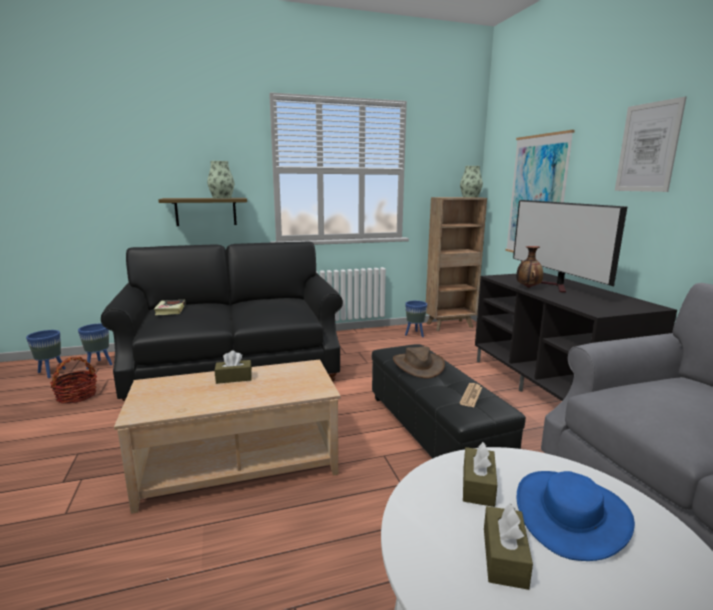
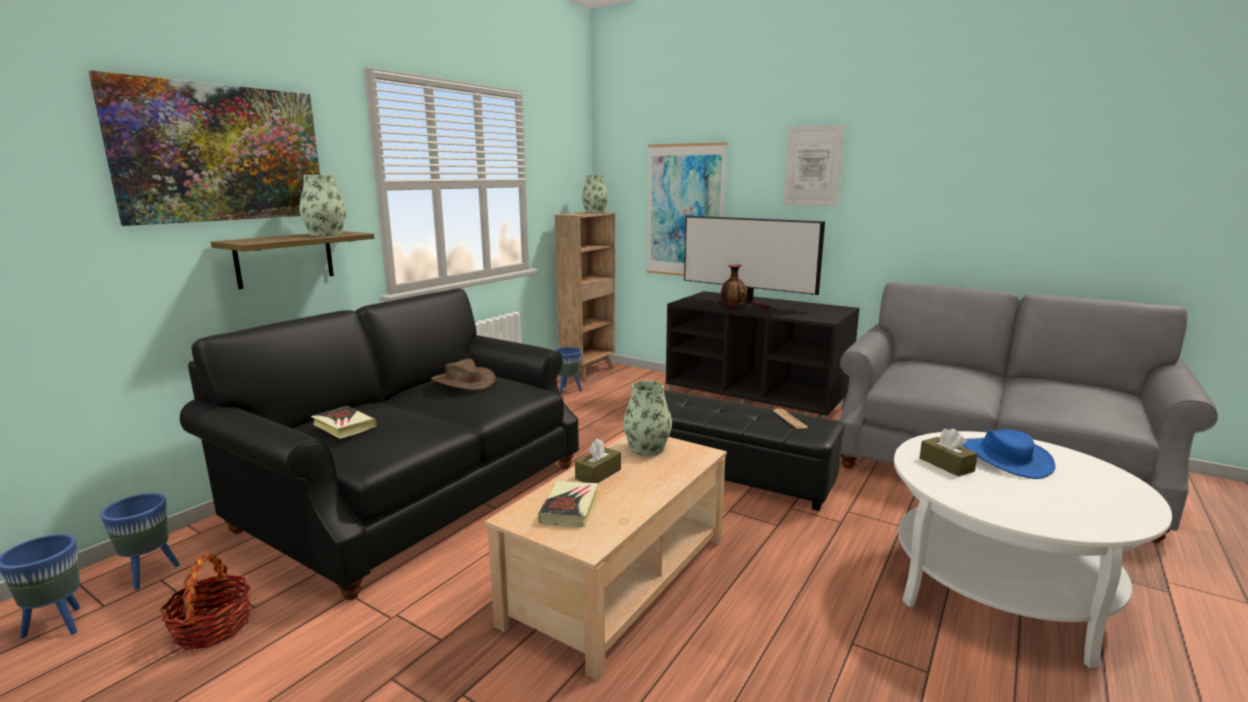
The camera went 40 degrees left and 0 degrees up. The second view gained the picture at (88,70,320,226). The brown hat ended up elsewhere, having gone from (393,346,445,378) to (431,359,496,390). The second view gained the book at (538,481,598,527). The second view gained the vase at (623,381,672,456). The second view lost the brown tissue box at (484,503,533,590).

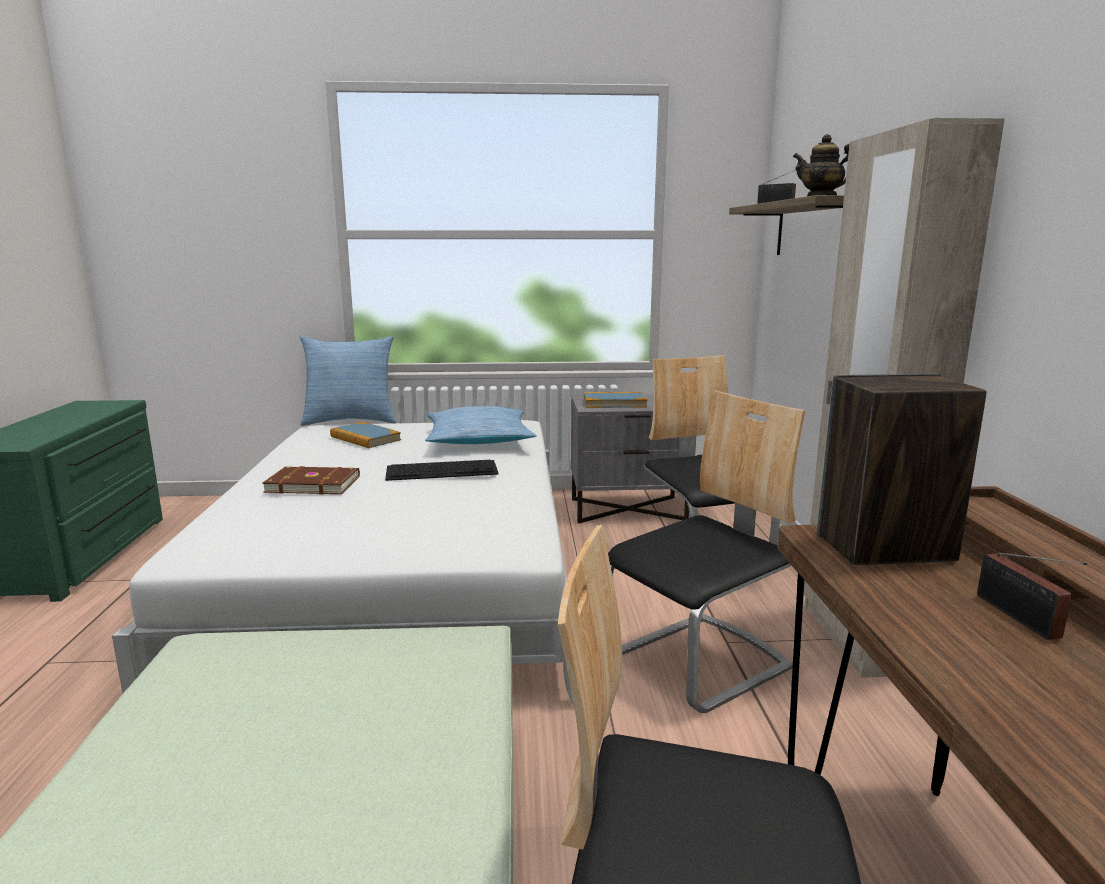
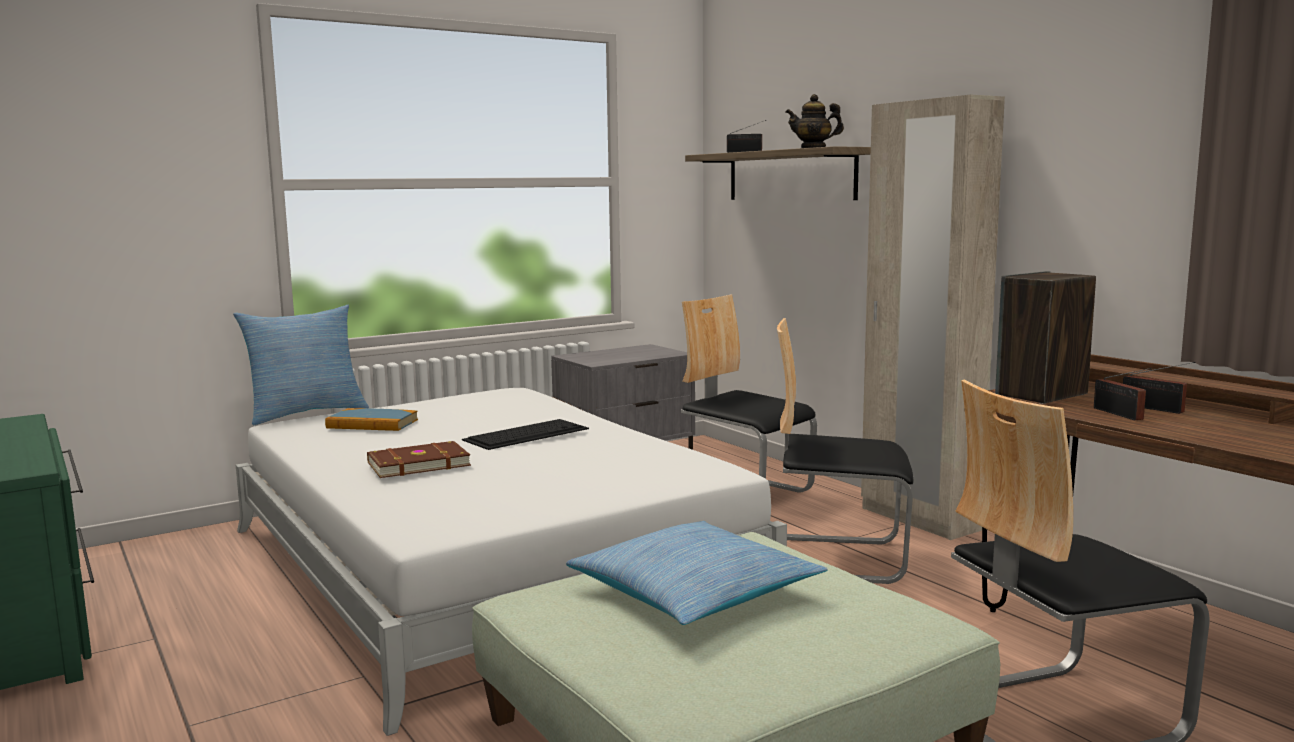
The camera went 30 degrees left and 5 degrees down. The pillow ended up elsewhere, having gone from (425,406,537,444) to (566,521,828,625). The chair at (608,391,806,713) ended up facing another way, 105 degrees counterclockwise from before. The second view gained the radio at (1094,368,1152,420). The second view lost the book at (584,392,647,408).

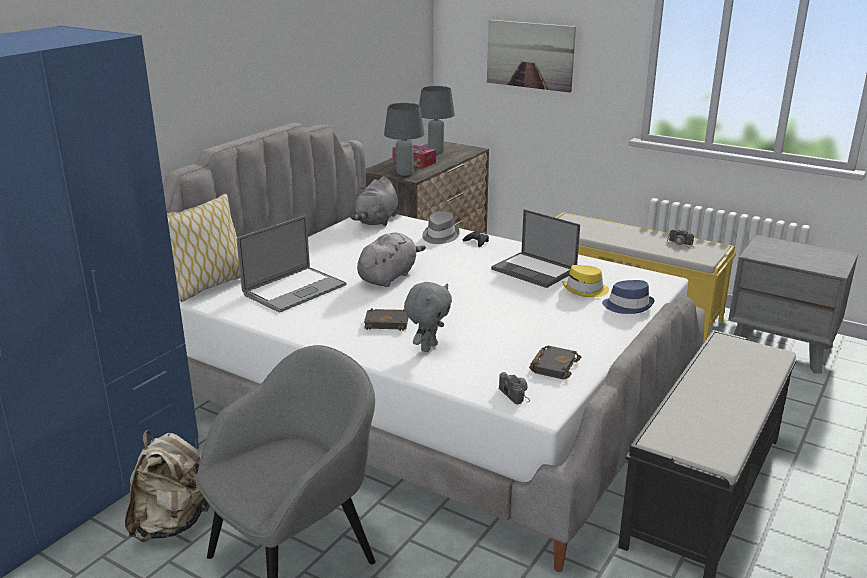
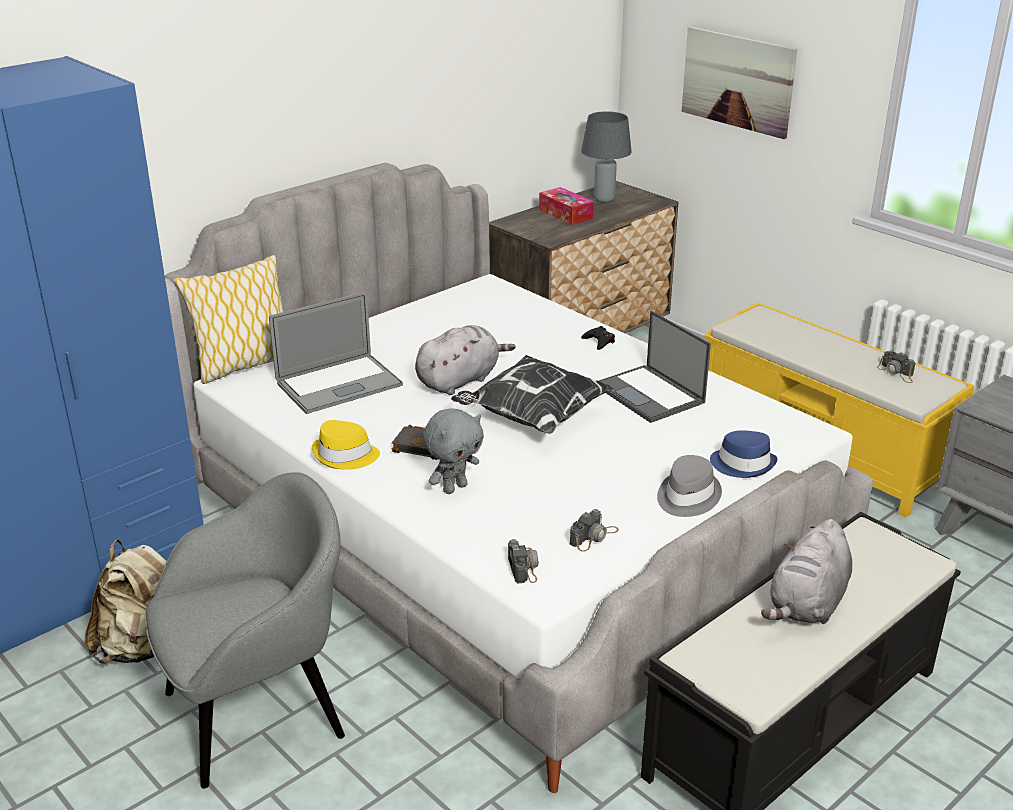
The camera went 15 degrees right and 5 degrees up. The yellow hat ended up elsewhere, having gone from (562,265,609,297) to (312,420,380,469). The second view gained the pillow at (451,355,614,434). Where the black book stood at (529,345,581,380), the photo camera came to stand at (570,509,619,552). The grey hat ended up elsewhere, having gone from (422,211,460,244) to (657,455,722,517). The grey plush toy ended up elsewhere, having gone from (350,176,398,226) to (761,519,852,624). The second view lost the grey table lamp at (384,103,425,176).

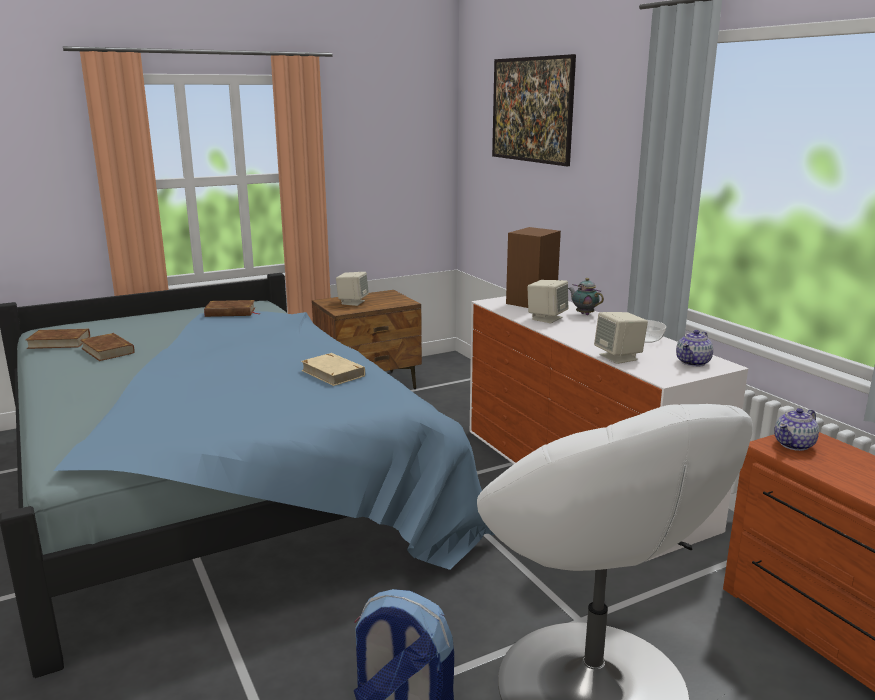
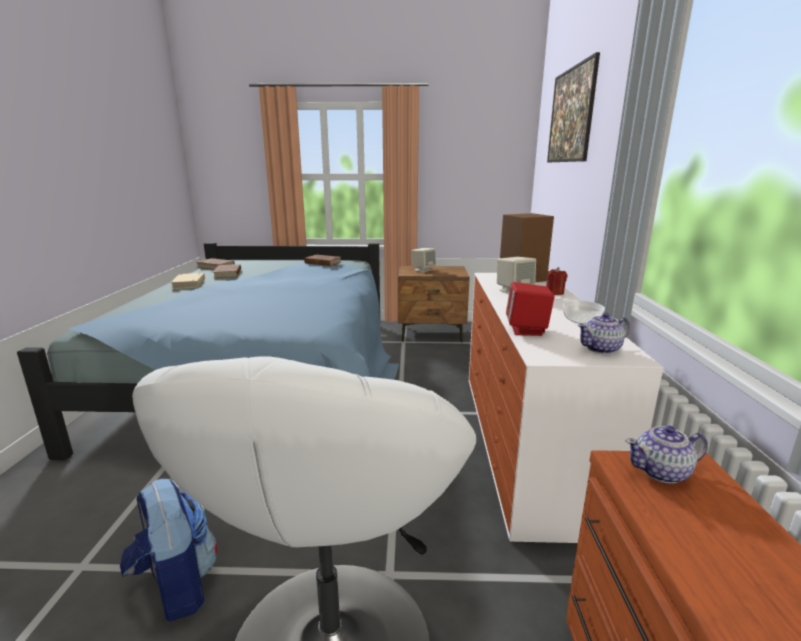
The camera went 30 degrees right and 0 degrees up. The beige book ended up elsewhere, having gone from (301,353,365,386) to (170,273,205,289). What was the beige speaker at (594,312,648,364) turned into the red speaker at (506,282,554,336). Where the teapot stood at (568,278,604,315), the red candle came to stand at (546,267,567,295).

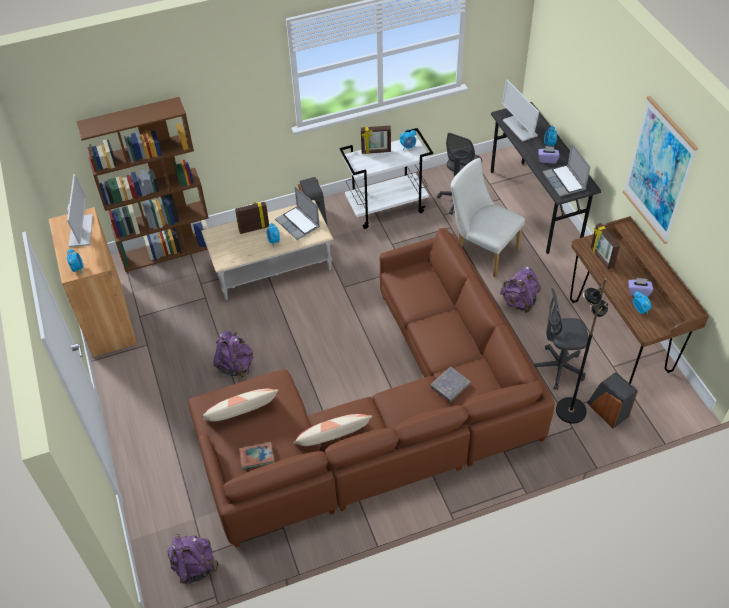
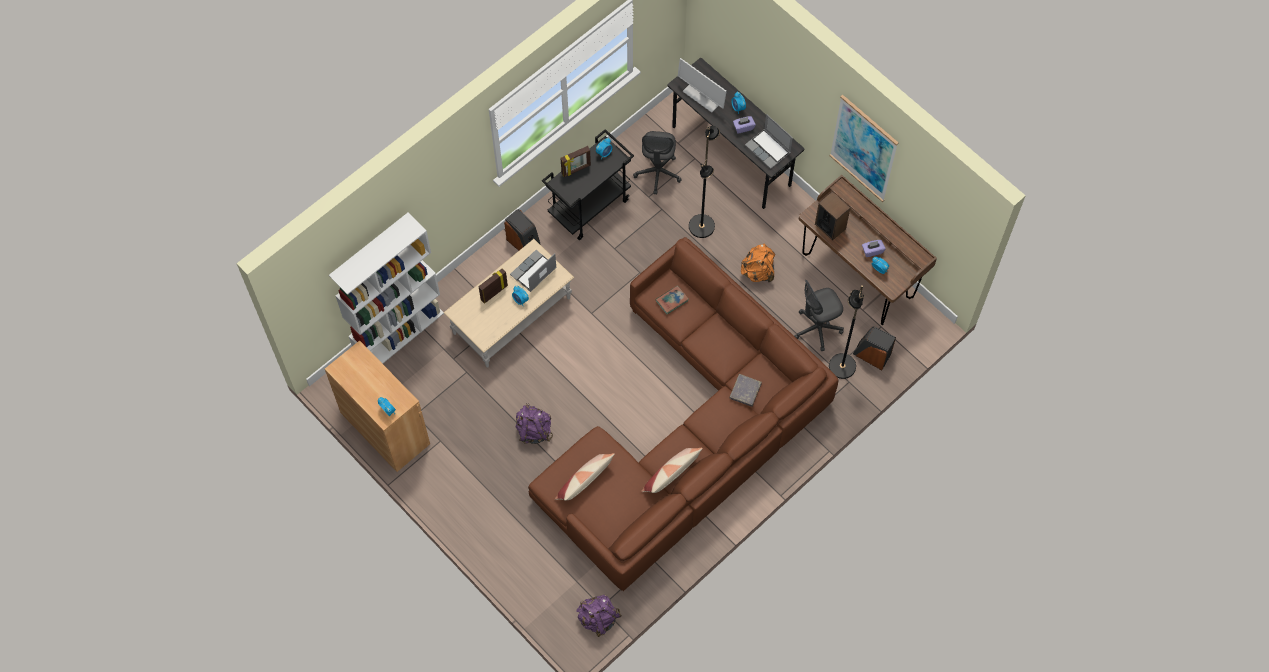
The camera went 25 degrees left and 15 degrees up. What was the brown bookcase at (76,97,209,272) turned into the white bookcase at (329,213,444,364). The laptop at (275,186,320,240) ended up facing another way, 105 degrees clockwise from before. What was the white cart at (340,128,433,229) turned into the black cart at (542,129,634,240). The book ended up elsewhere, having gone from (239,442,275,470) to (655,285,689,314). Where the white chair stood at (451,158,525,277), the black floor lamp came to stand at (689,126,720,238). What was the purple backpack at (500,267,541,313) turned into the orange backpack at (741,244,775,282). Where the picture frame stood at (590,223,620,270), the speaker came to stand at (815,191,850,240). The second view lost the monitor at (67,174,93,247).

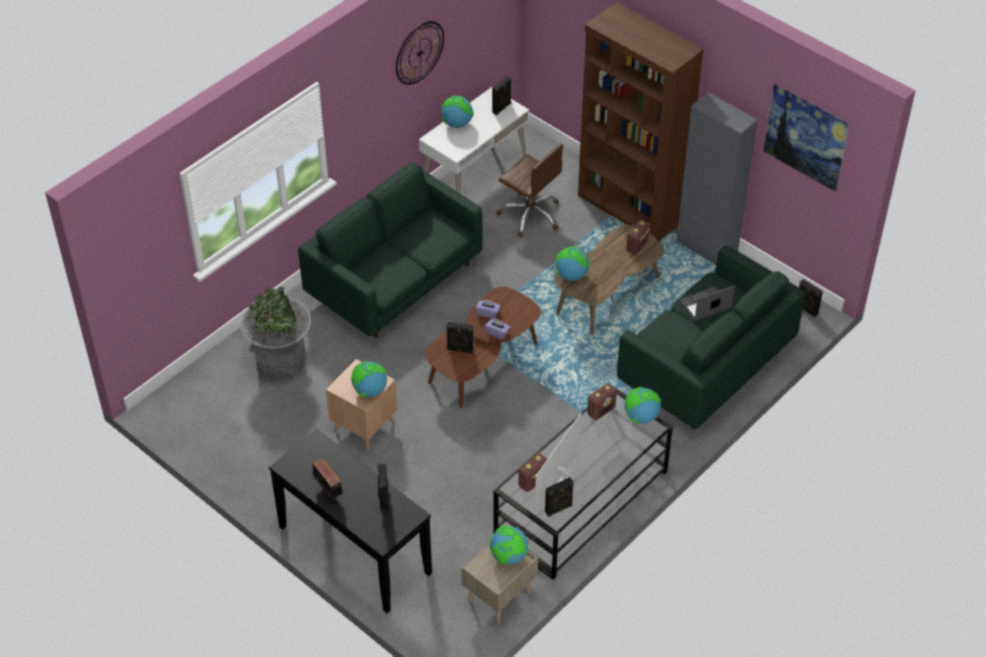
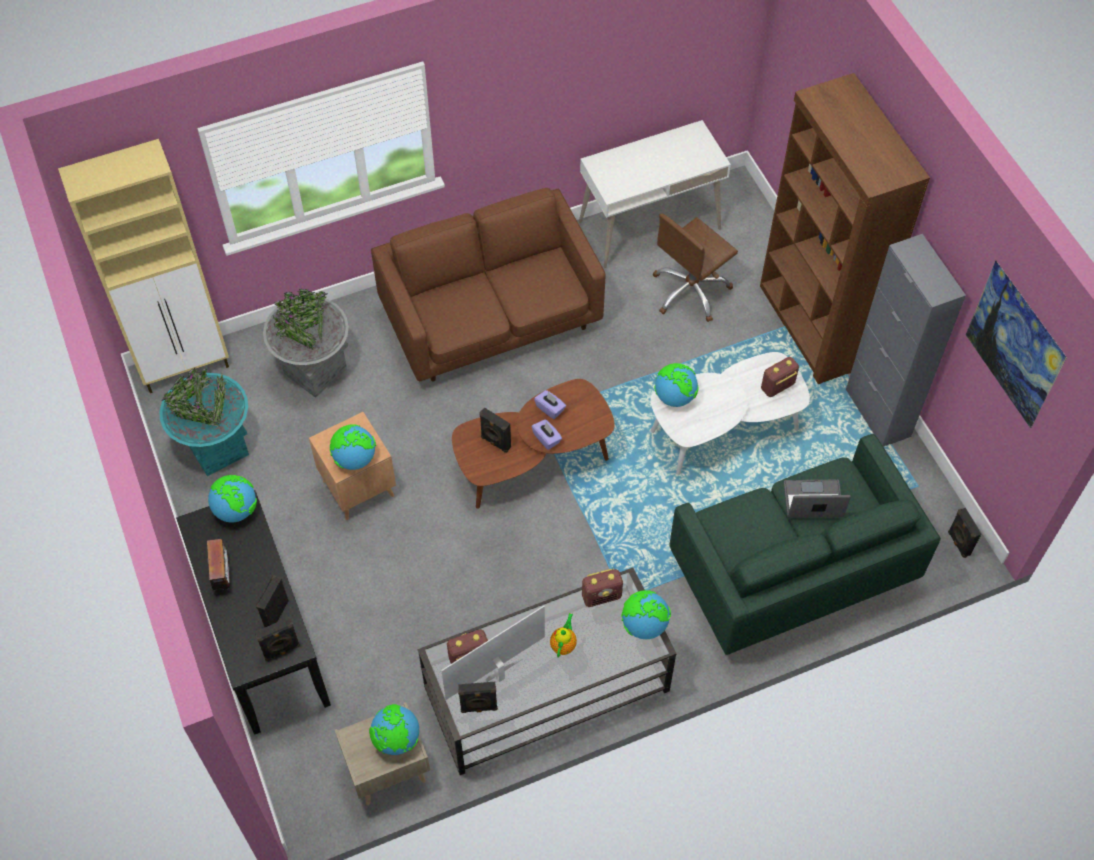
The camera went 25 degrees right and 10 degrees up. The second view gained the beige cabinet at (58,139,229,393). The second view gained the turquoise planter at (159,368,249,476). The globe ended up elsewhere, having gone from (441,96,474,128) to (208,475,257,523). The black speaker ended up elsewhere, having gone from (492,76,511,115) to (255,617,300,661). What was the green sofa at (298,162,483,338) turned into the brown sofa at (371,188,606,382). The second view gained the teapot at (550,613,577,658). What was the brown coffee table at (554,225,665,335) turned into the white coffee table at (651,352,810,475). The brown office chair at (497,144,564,237) ended up facing another way, 75 degrees clockwise from before. The second view lost the wall clock at (396,21,444,85).

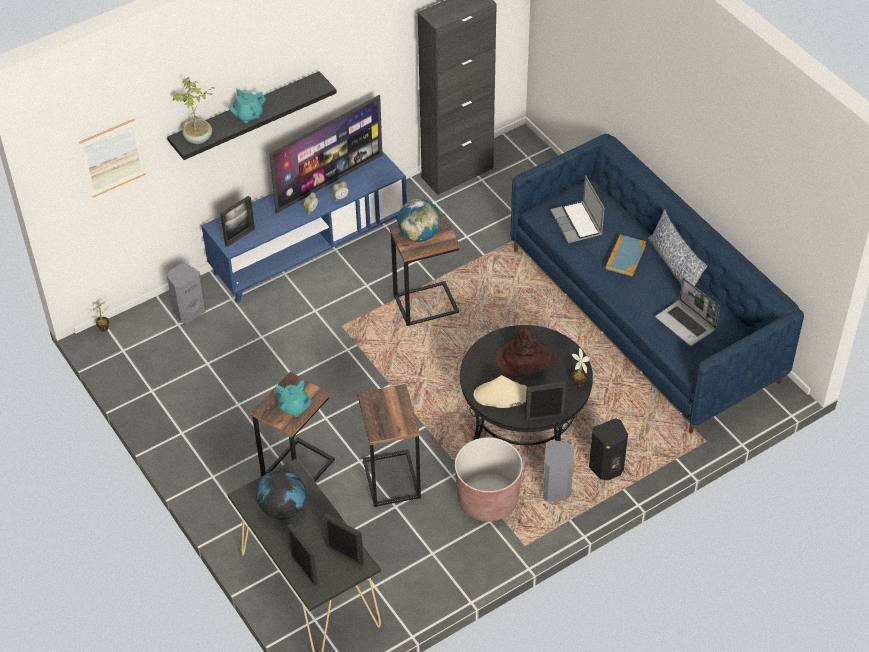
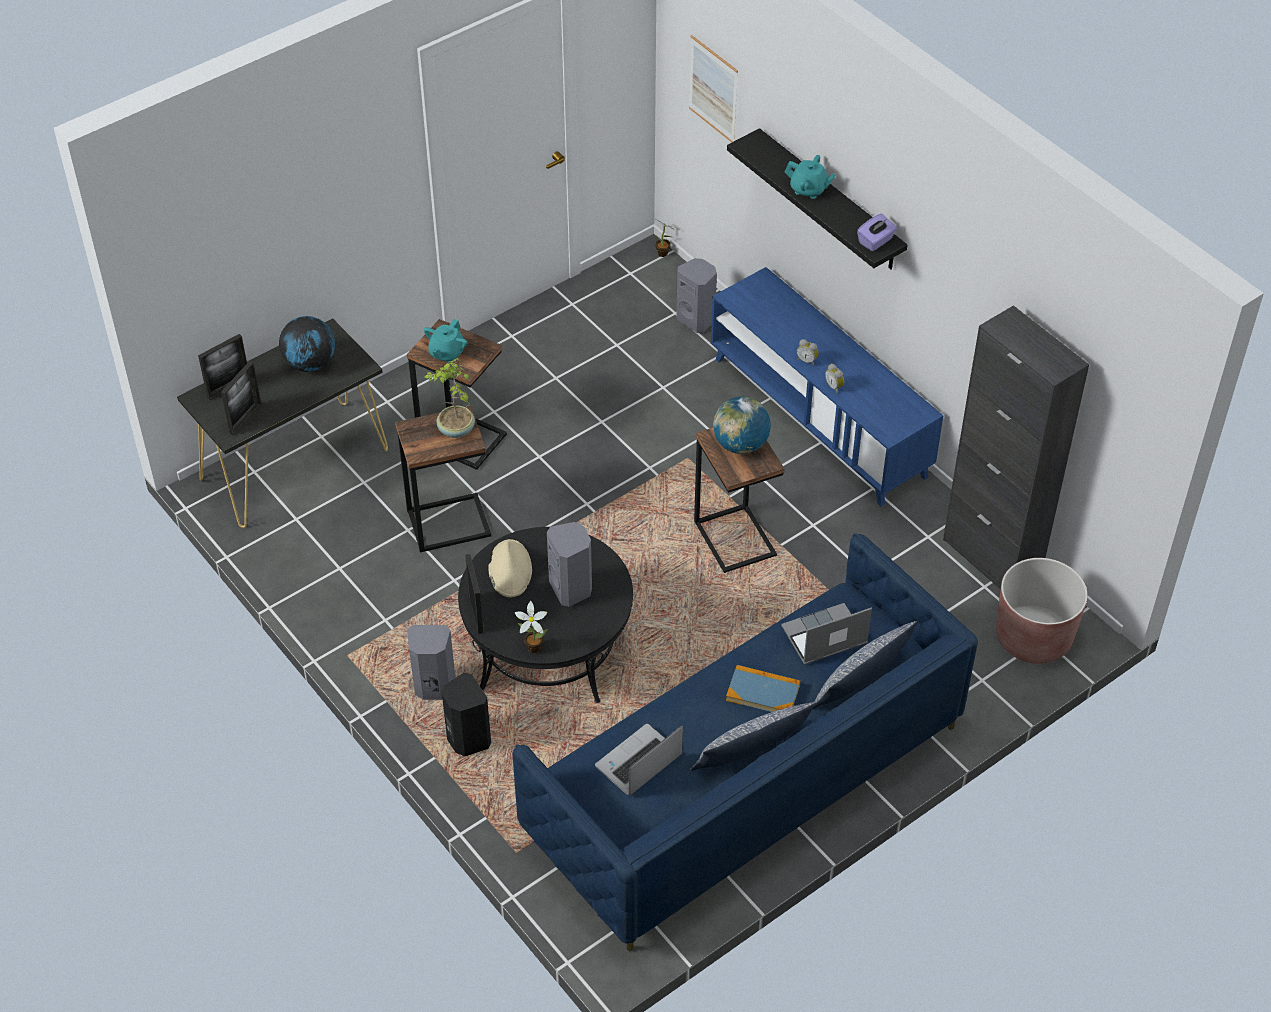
The camera went 85 degrees right and 0 degrees up. The potted plant ended up elsewhere, having gone from (172,77,216,144) to (425,358,475,438). Where the brown hat stood at (495,327,551,377), the grey speaker came to stand at (547,522,592,607). The turquoise teapot at (228,89,266,123) ended up facing another way, 150 degrees clockwise from before. The second view gained the pillow at (812,621,917,710). The second view gained the purple tissue box at (857,214,897,251). The brown planter ended up elsewhere, having gone from (455,437,523,522) to (996,558,1088,664). The second view lost the picture frame at (220,196,255,247). The second view lost the television at (269,94,382,214).

